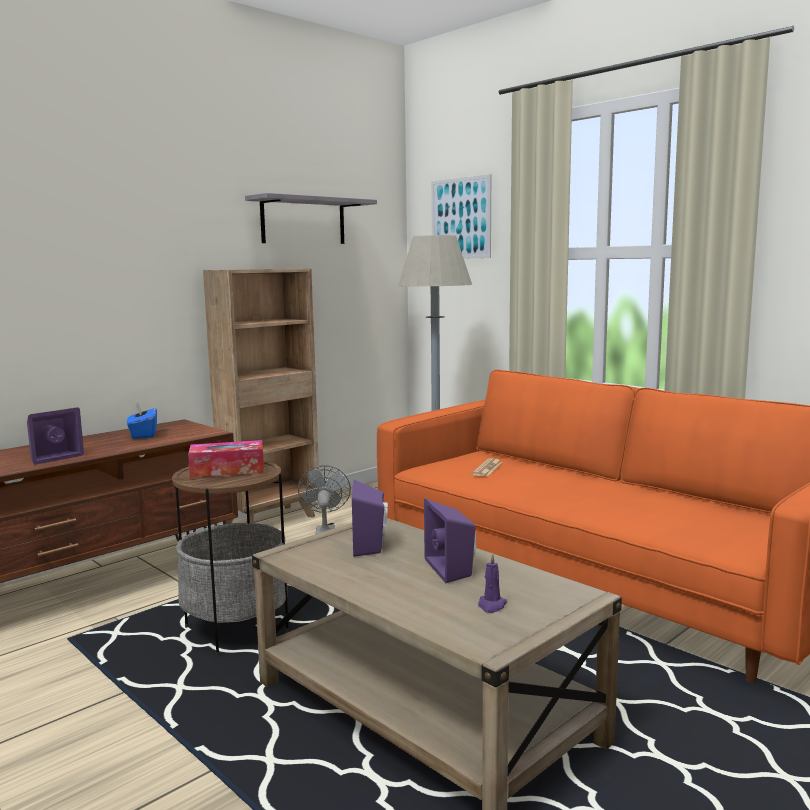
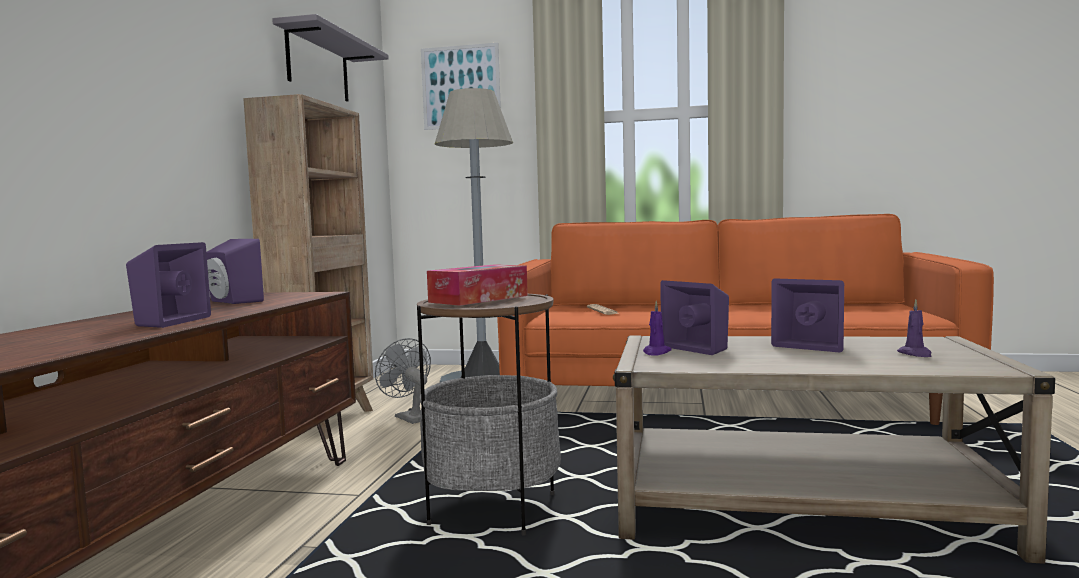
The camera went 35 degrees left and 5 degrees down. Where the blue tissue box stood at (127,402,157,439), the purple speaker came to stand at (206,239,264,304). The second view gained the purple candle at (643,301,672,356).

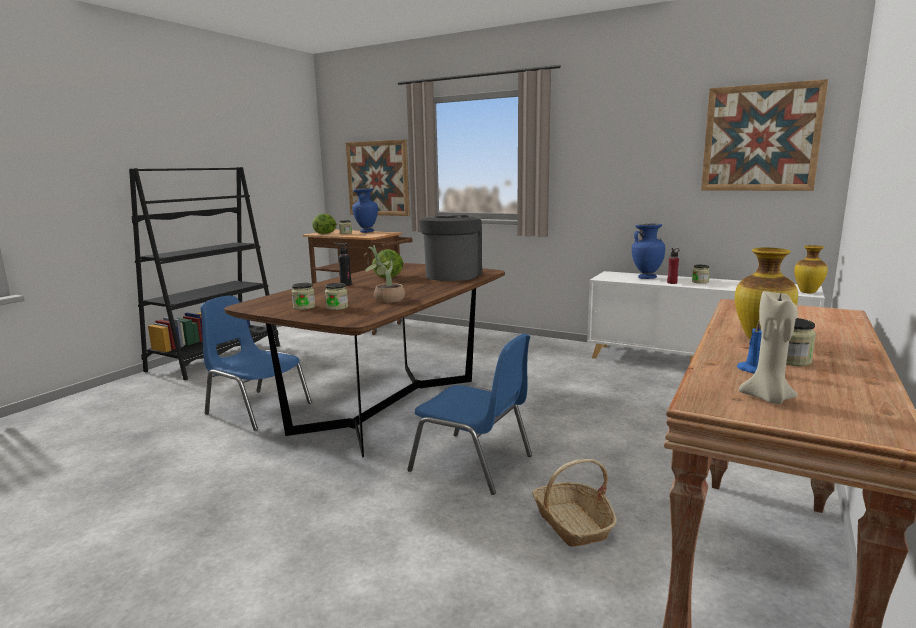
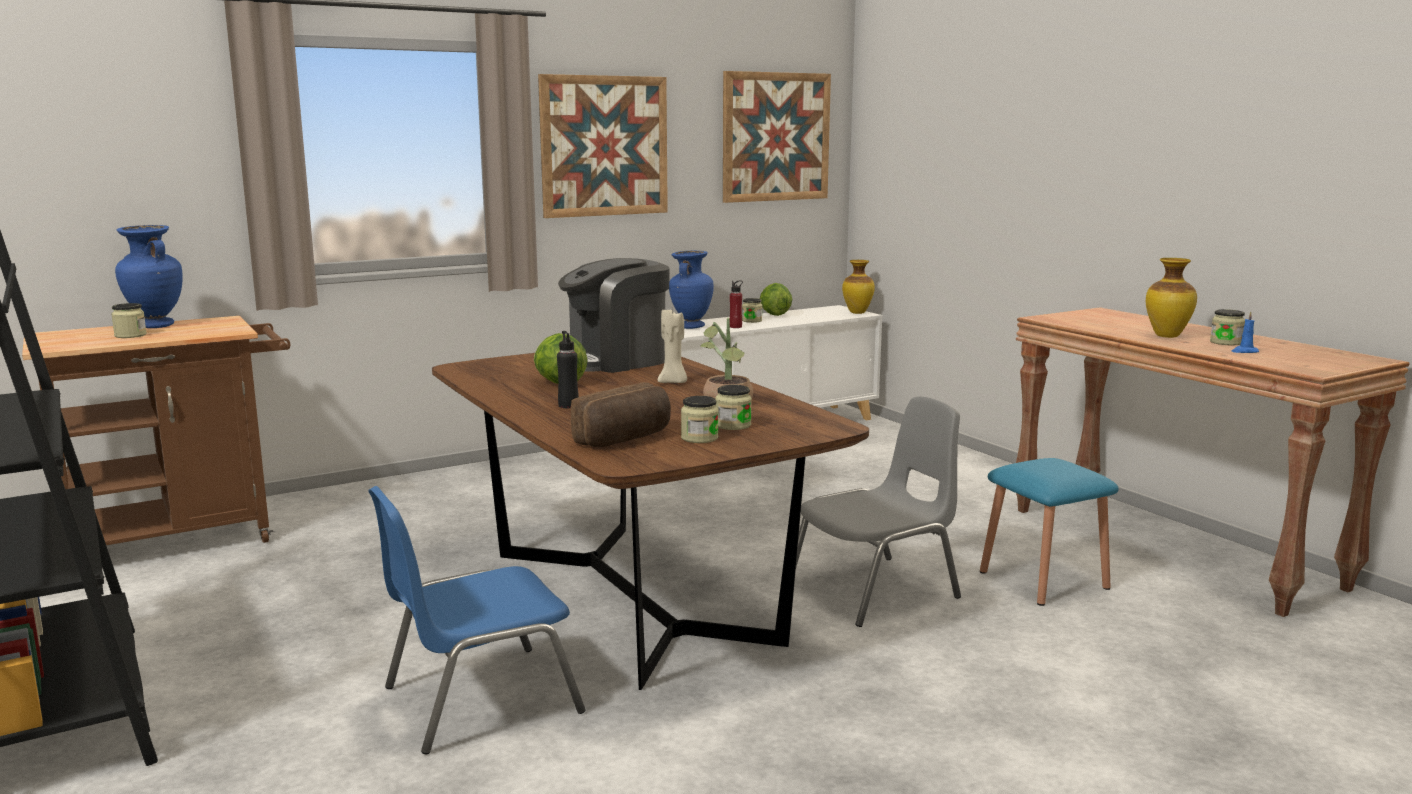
The camera went 60 degrees left and 0 degrees up. The picture ended up elsewhere, having gone from (345,140,410,216) to (538,74,668,218). The coffee machine at (419,215,482,281) ended up facing another way, 75 degrees counterclockwise from before. The second view gained the bread at (571,382,671,447). The beige candle ended up elsewhere, having gone from (739,289,798,404) to (658,309,687,383). The lettuce ended up elsewhere, having gone from (312,214,337,234) to (760,283,792,316). What was the blue chair at (407,333,532,495) turned into the grey chair at (796,396,961,627). Where the basket stood at (532,459,617,547), the blue stool came to stand at (980,458,1119,606).

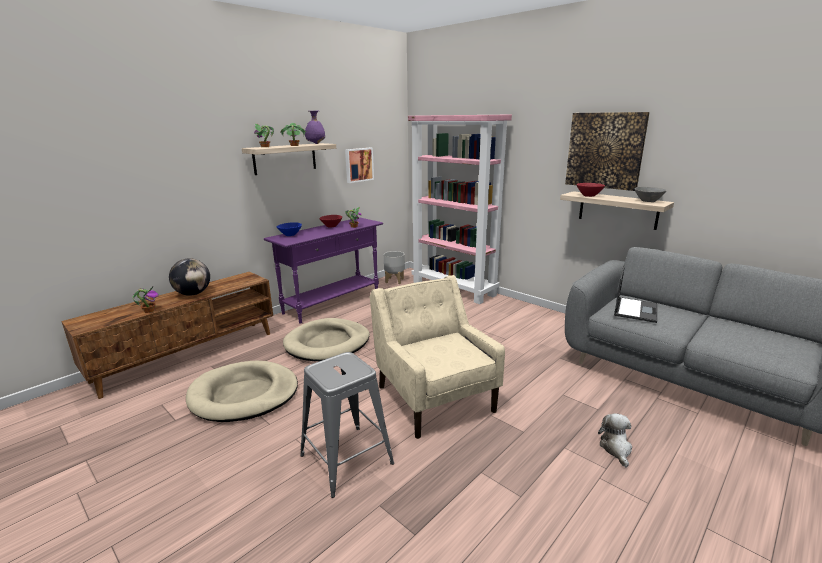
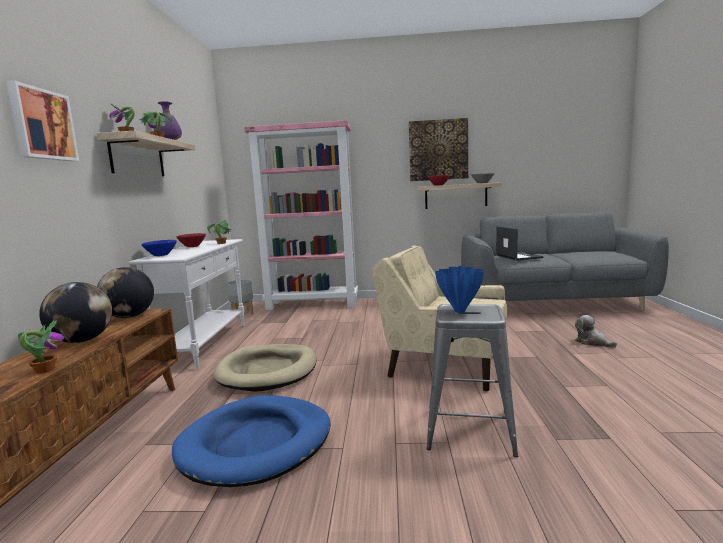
The camera went 40 degrees left and 10 degrees down. The picture ended up elsewhere, having gone from (345,148,374,183) to (6,81,79,161). The second view gained the globe at (97,267,154,318). What was the purple console table at (264,218,383,323) turned into the white console table at (128,239,245,369). What was the beige dog bed at (186,361,298,422) turned into the blue dog bed at (172,395,330,487). The second view gained the blue vase at (435,266,484,313).

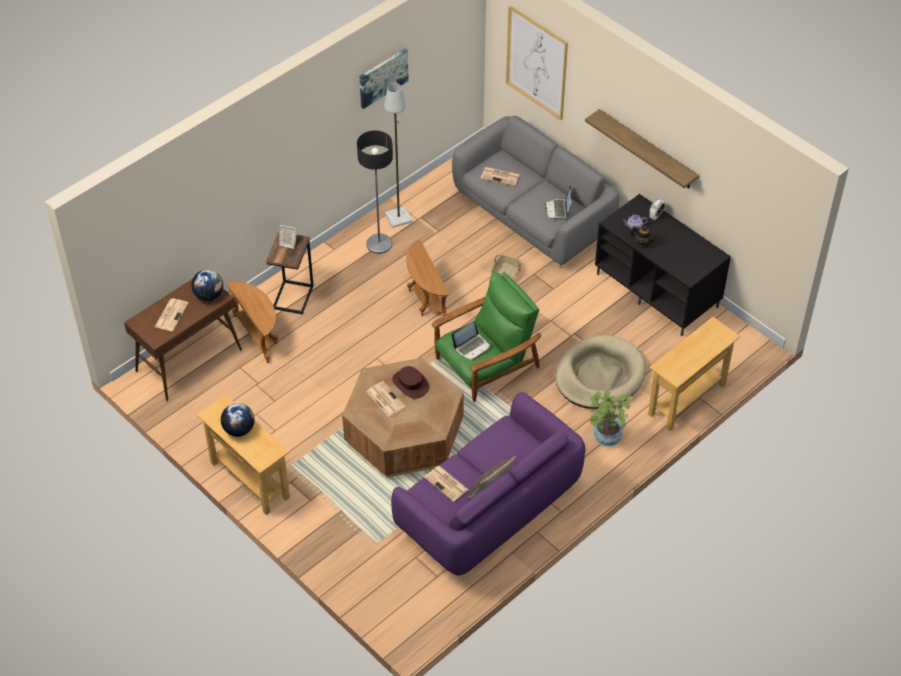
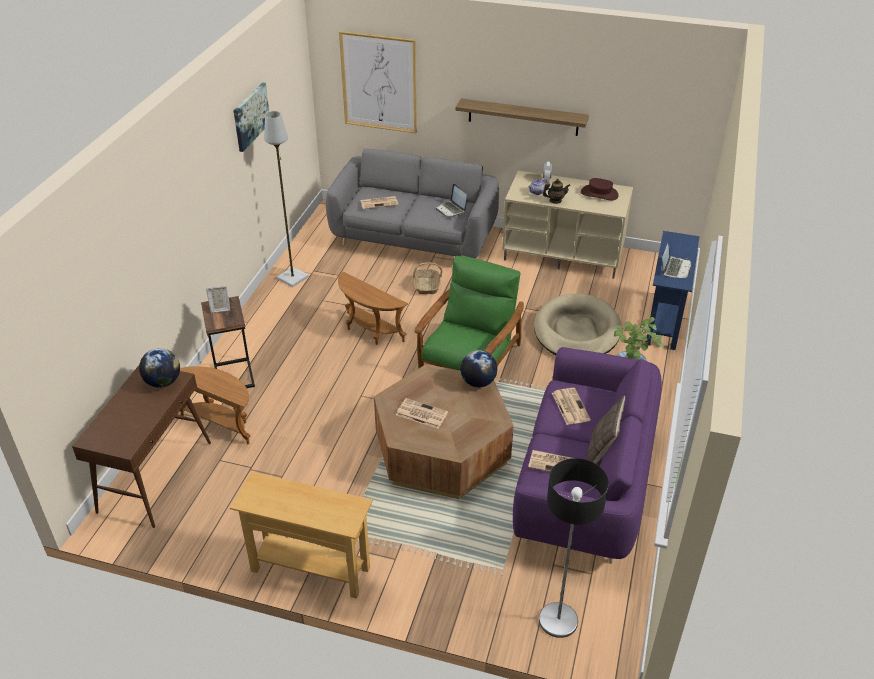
The camera went 30 degrees left and 10 degrees down. The globe ended up elsewhere, having gone from (221,403,255,437) to (460,350,497,387). What was the black tv stand at (595,194,731,336) turned into the beige tv stand at (502,171,633,278). The floor lamp ended up elsewhere, having gone from (357,131,393,254) to (539,458,609,638). The newspaper ended up elsewhere, having gone from (155,298,189,331) to (552,388,591,425). The brown hat ended up elsewhere, having gone from (392,366,429,399) to (581,178,619,200). What was the beige console table at (648,317,741,431) turned into the blue console table at (645,231,699,350). The laptop ended up elsewhere, having gone from (452,322,491,360) to (661,242,691,278).

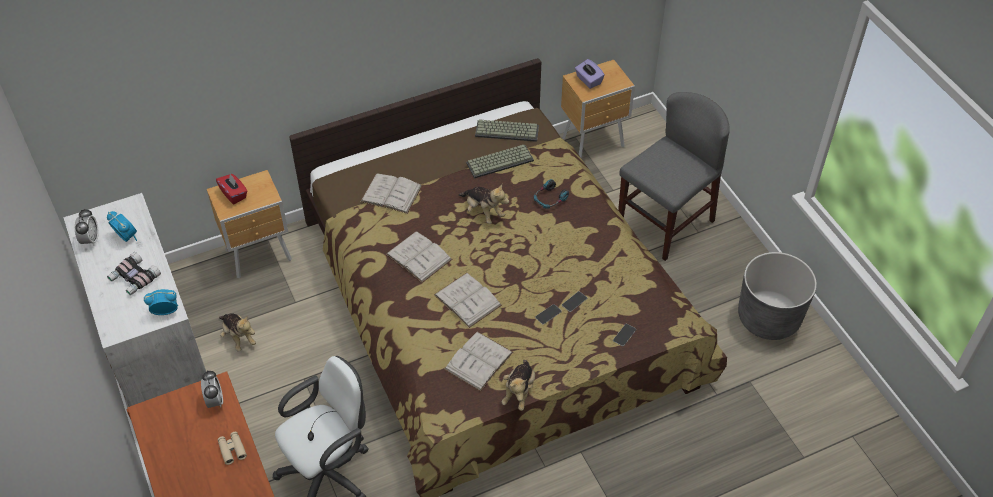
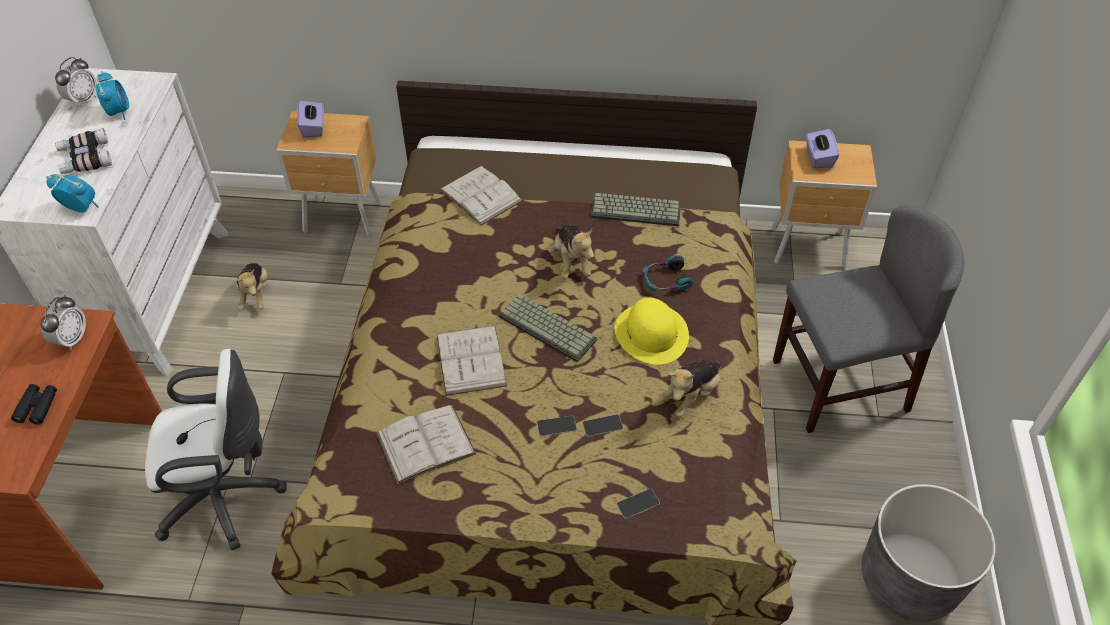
The camera went 30 degrees right and 0 degrees up. What was the beige binoculars at (218,432,247,465) turned into the black binoculars at (11,384,57,425). What was the red tissue box at (216,174,247,204) turned into the purple tissue box at (297,101,324,138). The keyboard ended up elsewhere, having gone from (475,120,539,142) to (498,294,597,362). The second view gained the yellow hat at (615,298,689,365). The plush toy ended up elsewhere, having gone from (502,360,535,411) to (659,360,722,417). The second view lost the white book at (386,231,453,283).

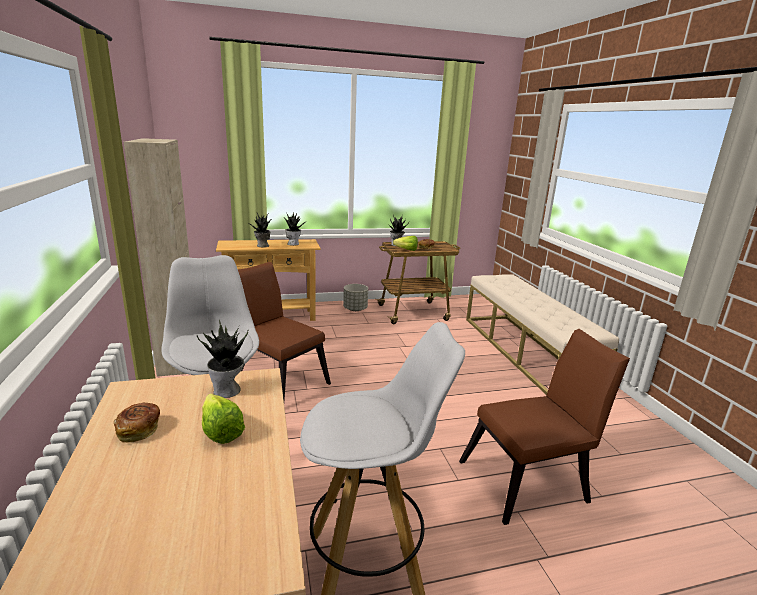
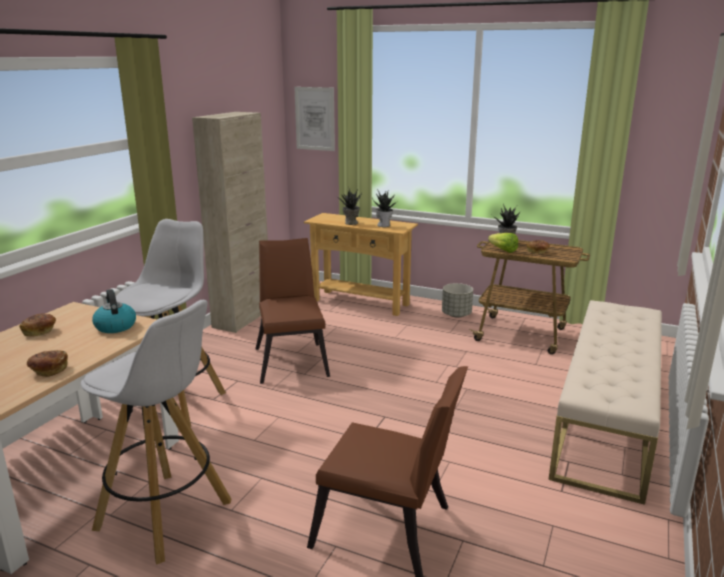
The camera went 40 degrees right and 0 degrees up. The second view gained the bread at (27,350,68,377). Where the potted plant stood at (197,320,248,398), the kettle came to stand at (92,289,136,333). The second view gained the picture at (294,87,335,151). The second view lost the lettuce at (202,394,245,444).

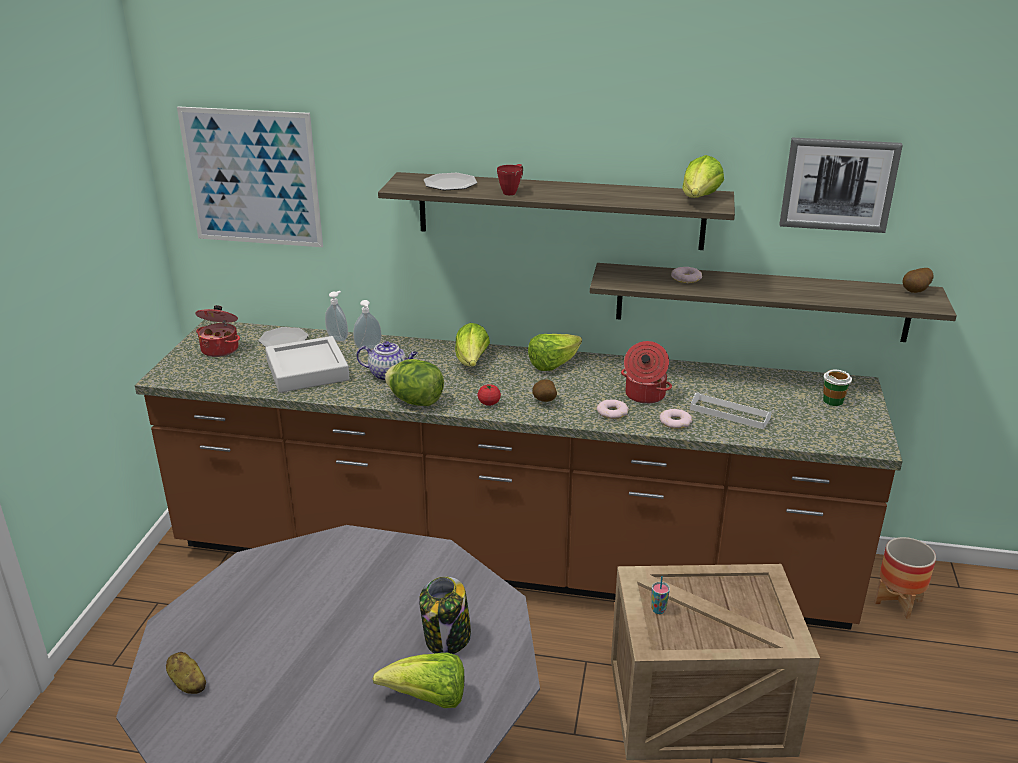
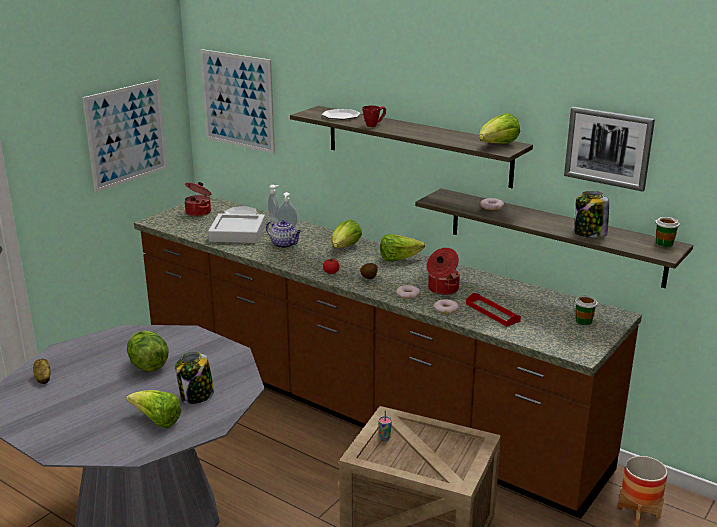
The camera went 25 degrees right and 5 degrees down. The second view gained the picture at (82,80,167,192). The lettuce ended up elsewhere, having gone from (385,359,444,406) to (127,330,169,372). What was the white tray at (690,393,771,429) turned into the red tray at (466,293,521,327). The second view gained the jar at (574,191,609,238). Where the potato stood at (902,268,934,293), the cup came to stand at (655,217,680,247).

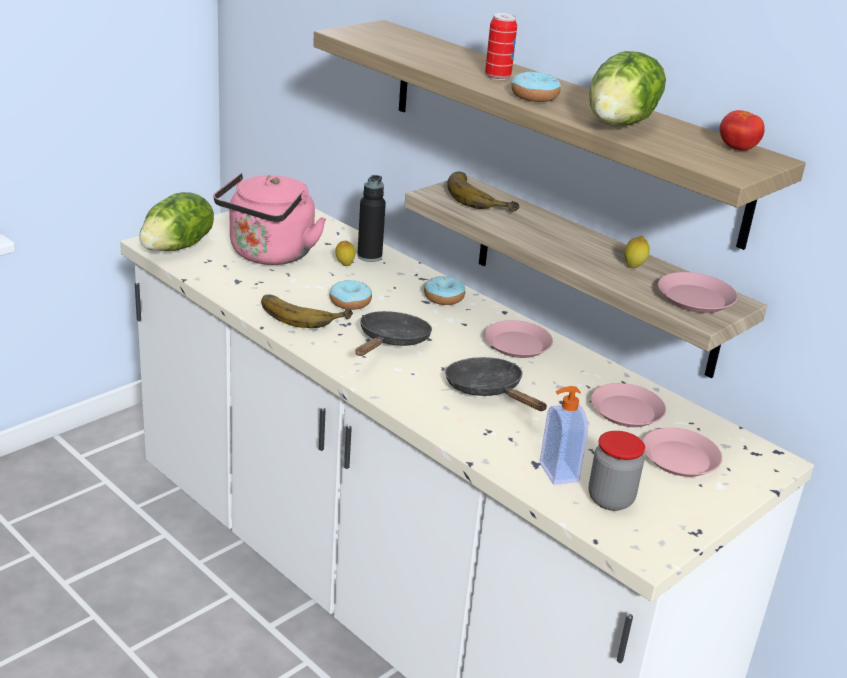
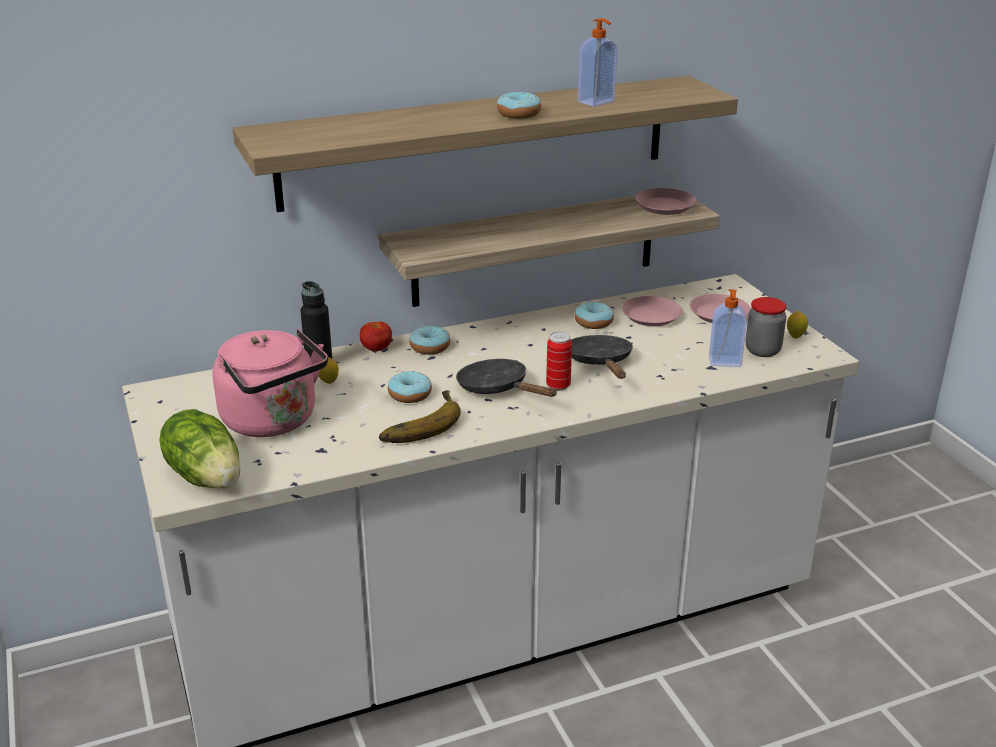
The camera went 65 degrees left and 0 degrees up. The tomato ended up elsewhere, having gone from (720,110,765,151) to (360,322,392,351). The can ended up elsewhere, having gone from (485,13,517,80) to (546,332,572,391). The black frying pan at (445,357,547,411) ended up facing another way, 90 degrees clockwise from before. The second view gained the donut at (574,302,614,329). Where the lettuce stood at (589,51,666,126), the soap dispenser came to stand at (577,18,618,107). The lemon ended up elsewhere, having gone from (624,236,650,268) to (787,311,808,338). The second view lost the banana at (447,171,519,212). The second view lost the pink plate at (484,320,553,358).

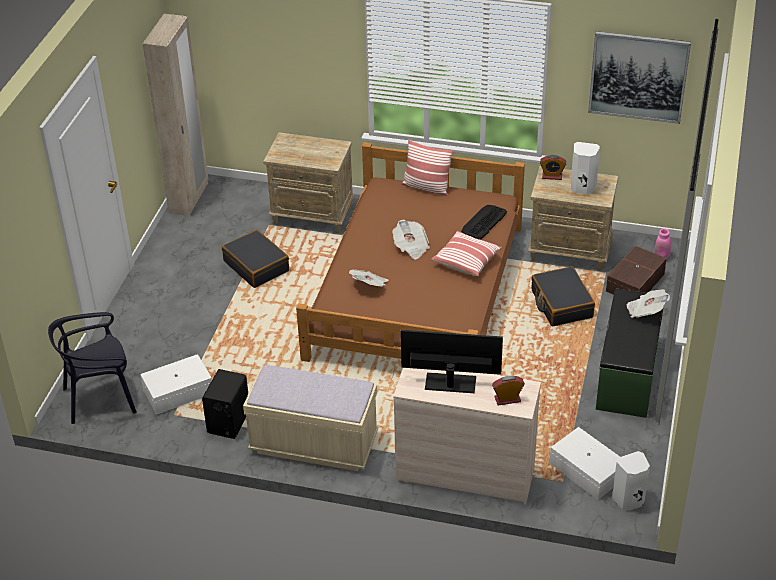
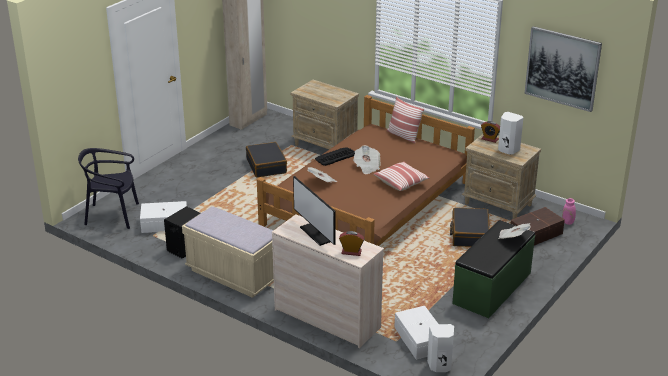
The camera went 20 degrees right and 10 degrees down. The monitor at (401,330,503,393) ended up facing another way, 150 degrees counterclockwise from before. The keyboard ended up elsewhere, having gone from (461,205,507,239) to (315,147,355,166).

